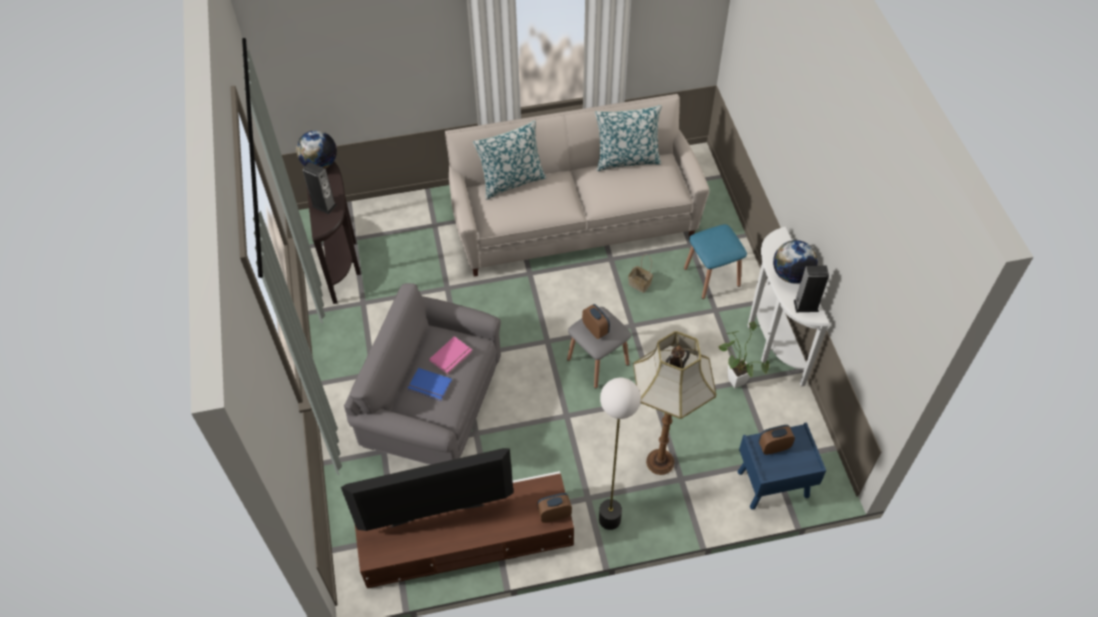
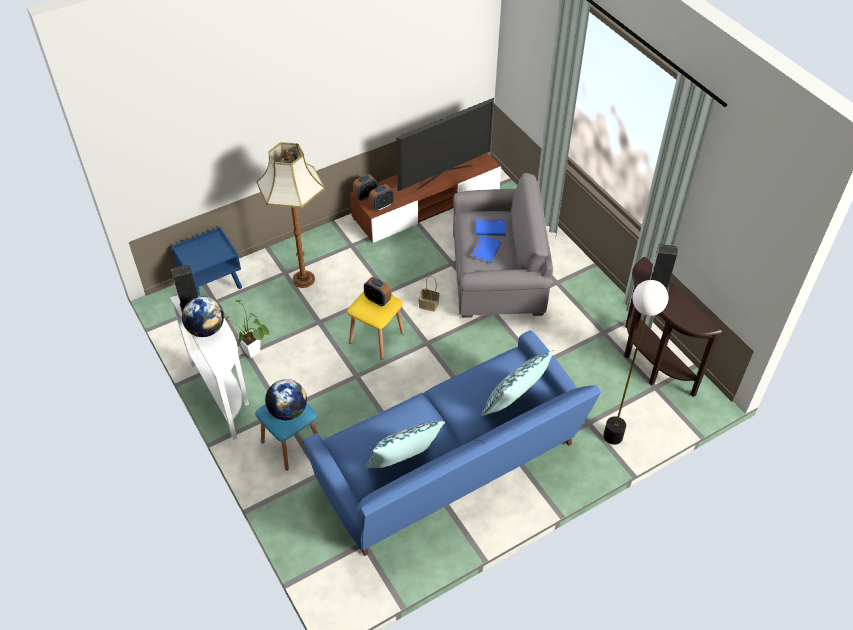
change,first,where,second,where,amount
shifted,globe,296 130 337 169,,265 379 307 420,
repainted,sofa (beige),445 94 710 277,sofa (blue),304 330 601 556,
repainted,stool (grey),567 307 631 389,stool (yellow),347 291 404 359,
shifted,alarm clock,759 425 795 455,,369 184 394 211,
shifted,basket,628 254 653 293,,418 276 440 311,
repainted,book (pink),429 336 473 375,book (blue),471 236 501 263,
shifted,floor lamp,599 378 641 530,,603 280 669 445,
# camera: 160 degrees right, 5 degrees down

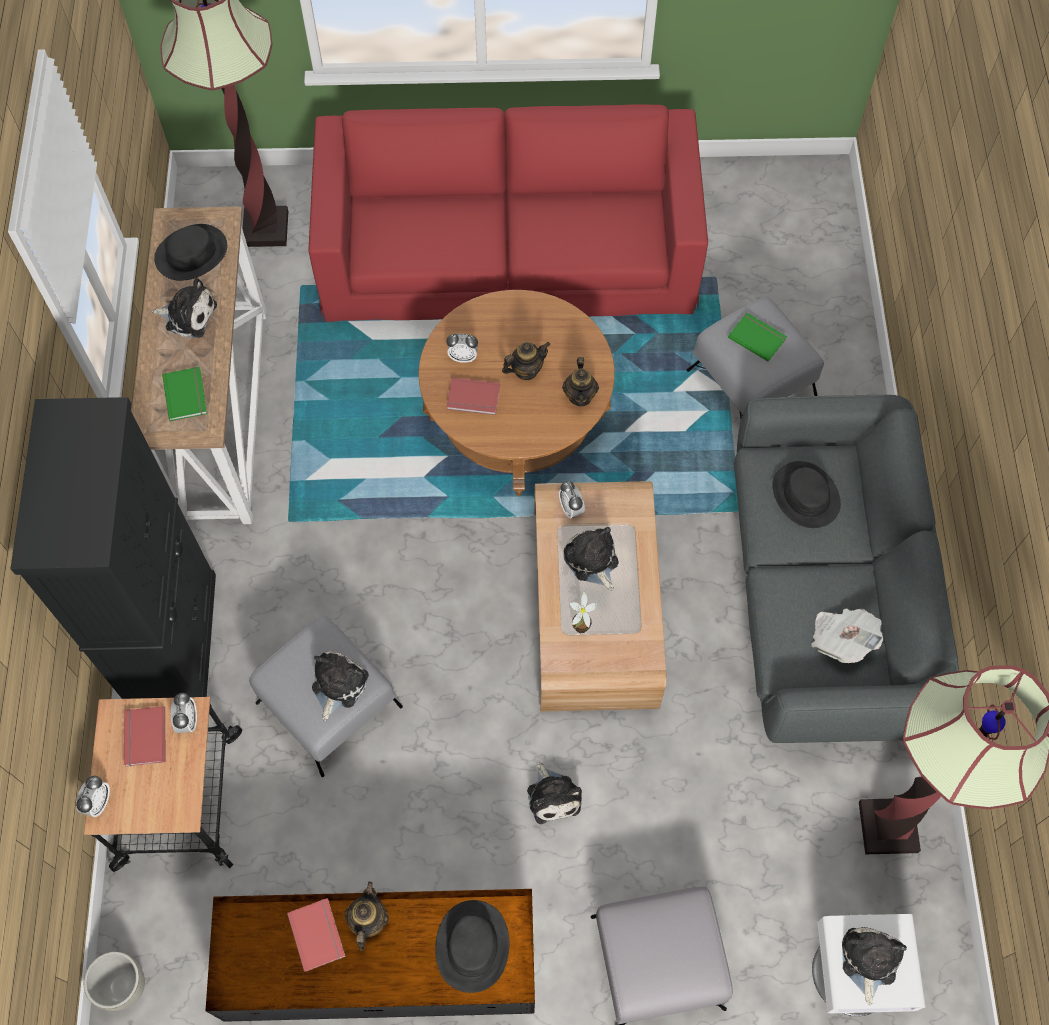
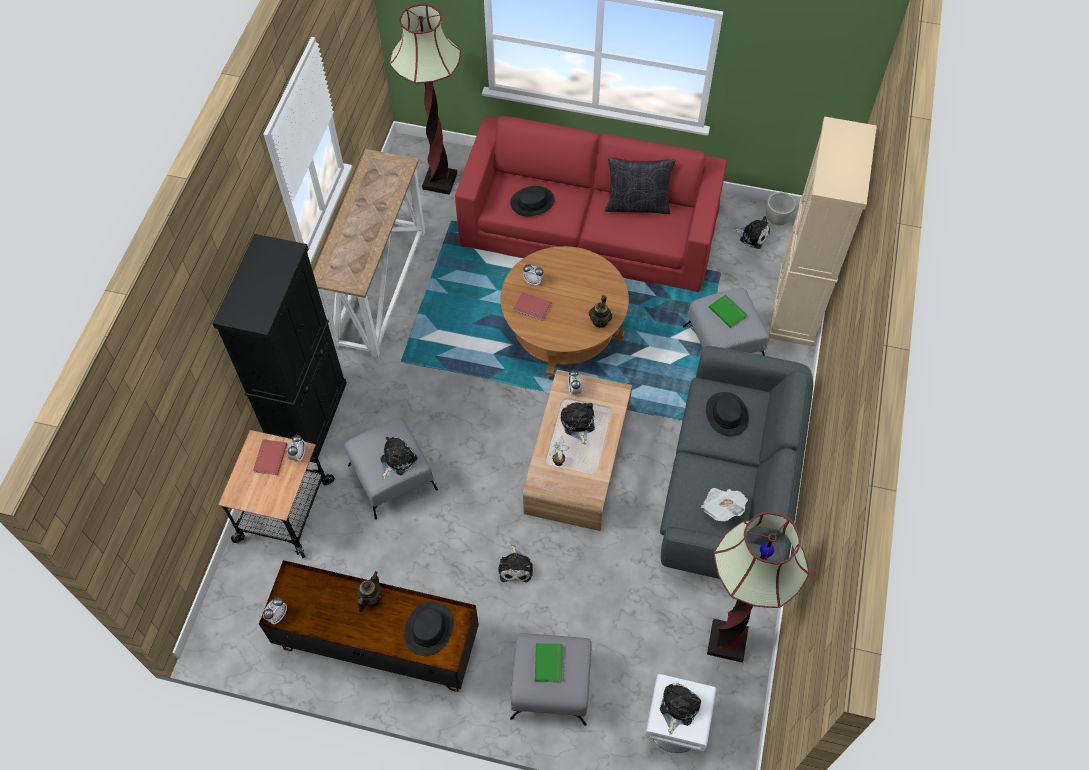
change,first,where,second,where,amount
shifted,alarm clock,76 776 110 817,,263 597 287 624,
shifted,hat (black),154 224 227 281,,510 186 555 216,
shifted,book (green),162 367 207 421,,535 643 563 682,
new,,,pillow (black),605 157 676 214,
shifted,plush toy,152 278 217 338,,733 216 770 249,
shifted,planter (grey),84 951 145 1011,,766 192 796 225,
new,,,cabinet (beige),769 116 877 347,
gone,book (red),287 898 346 972,,,
gone,teapot,502 342 550 380,,,
# camera: 15 degrees right, 5 degrees down

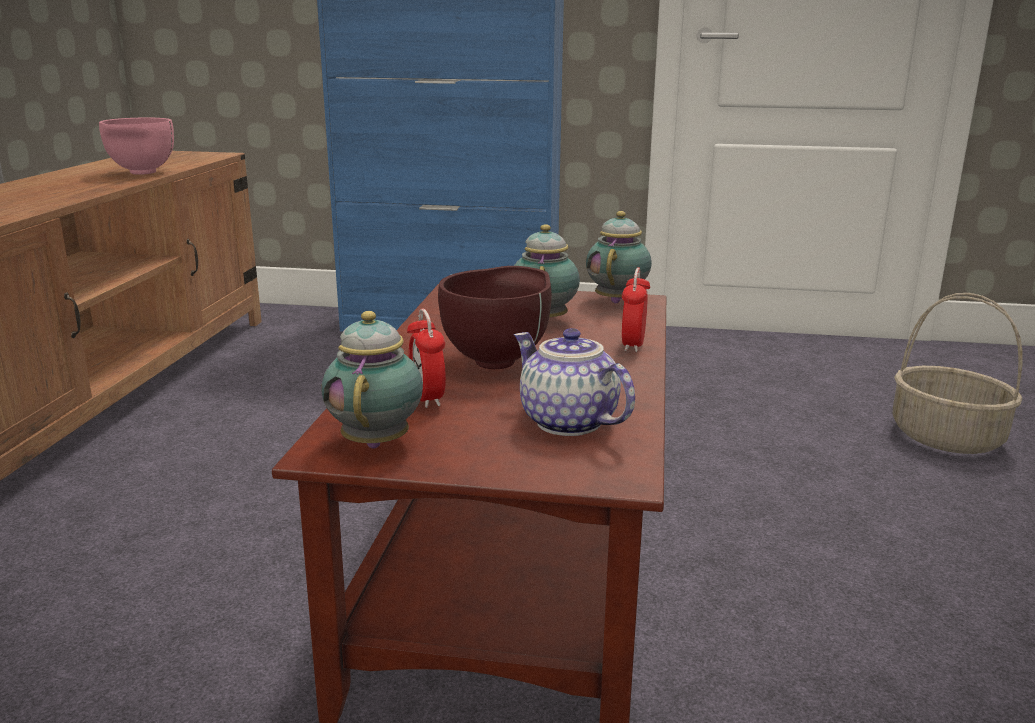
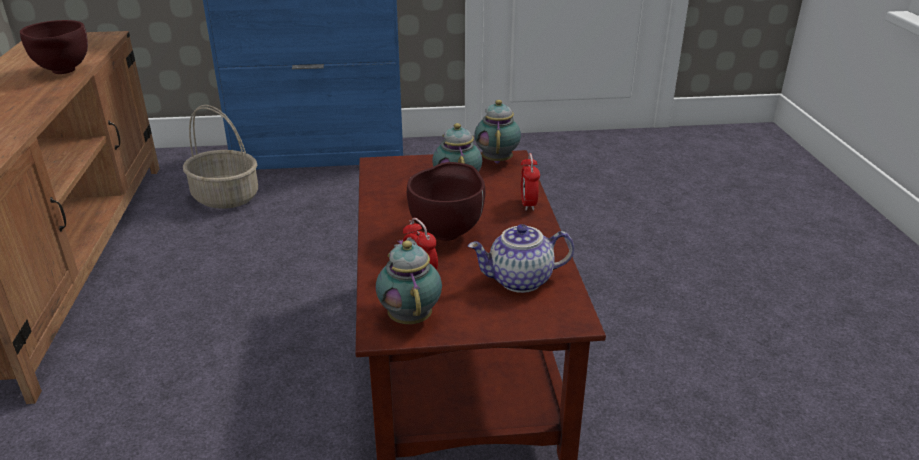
change,first,where,second,where,amount
repainted,bowl (pink),99 118 174 175,bowl (brown),20 20 88 74,
shifted,basket,892 293 1023 454,,183 105 258 209,
rotated,teapot,514 328 635 436,,468 224 574 293,45 degrees counterclockwise
# camera: 15 degrees left, 10 degrees up

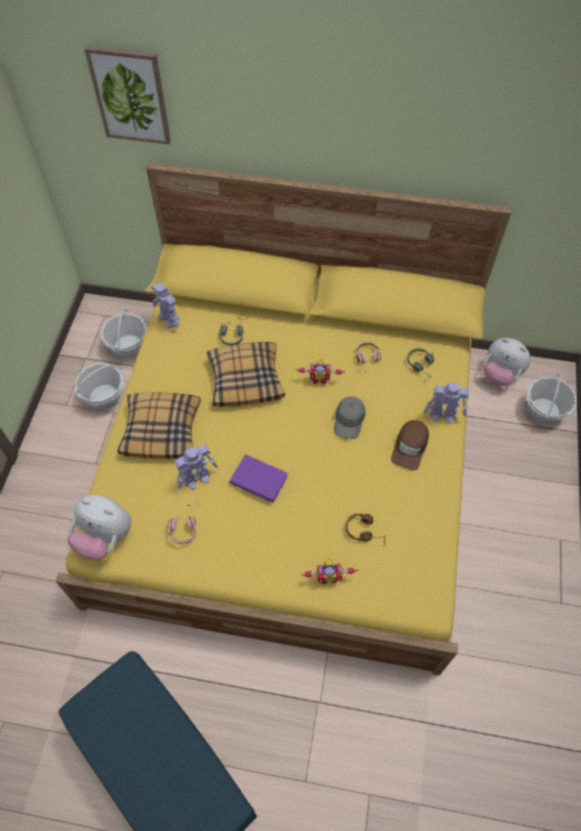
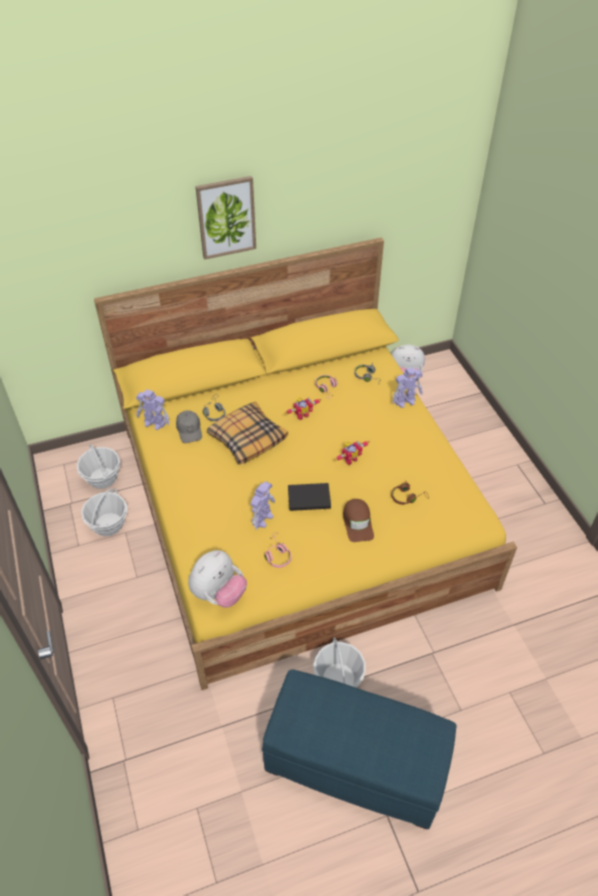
change,first,where,second,where,amount
shifted,cap (grey),334 396 365 439,,176 410 202 443,
rotated,plush toy,67 495 131 561,,188 550 247 608,45 degrees counterclockwise
shifted,picture,84 46 171 145,,195 176 256 260,
repainted,book (purple),230 454 288 503,book (black),288 483 331 511,
shifted,basket,527 374 577 424,,314 637 366 687,
shifted,toy robot,301 557 358 584,,335 441 370 465,
shifted,cap (brown),391 420 429 471,,343 499 374 542,
gone,pillow,117 393 201 459,,,
# camera: 30 degrees left, 10 degrees down

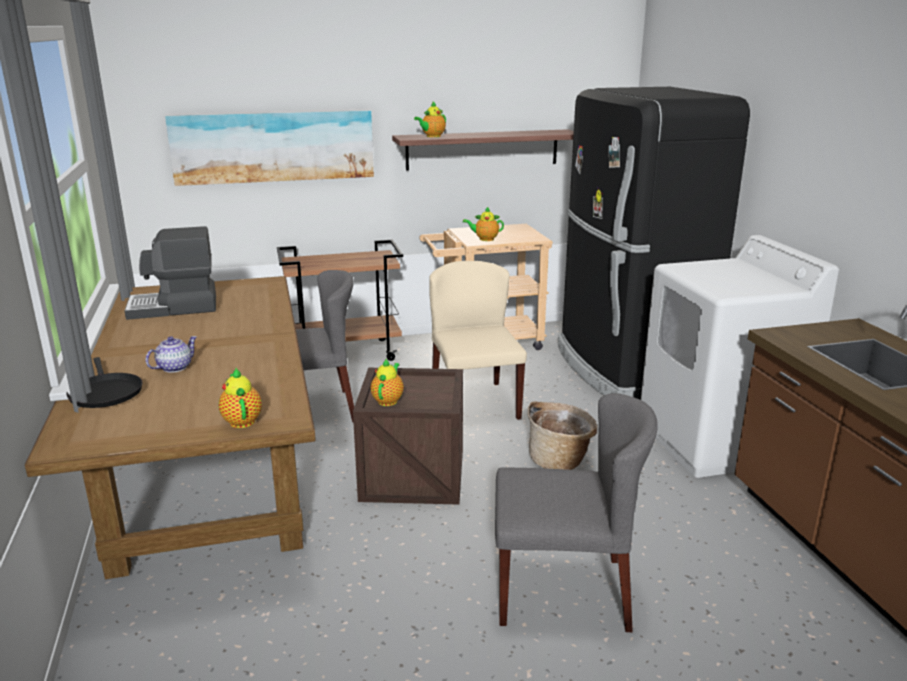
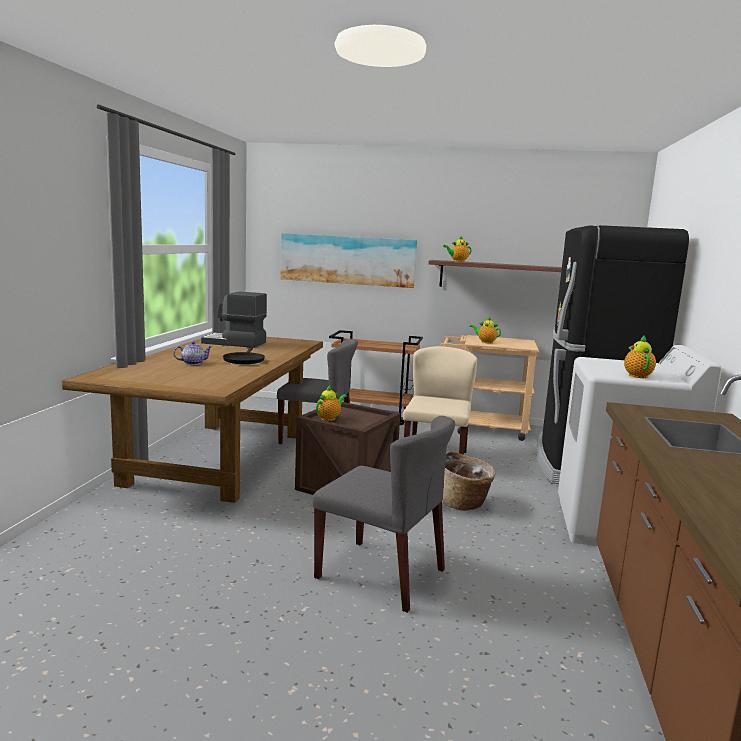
change,first,where,second,where,amount
shifted,frying pan (black),66 357 142 408,,223 347 265 364,
shifted,teapot,219 368 262 428,,624 336 656 378,
# camera: 25 degrees right, 10 degrees down

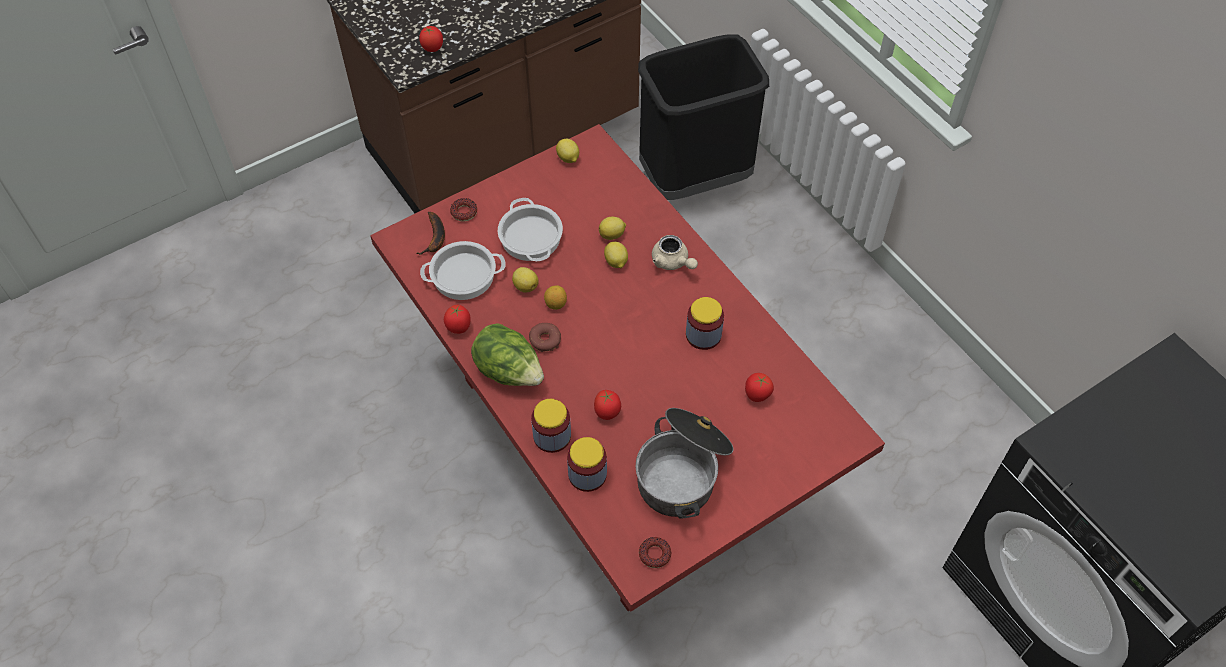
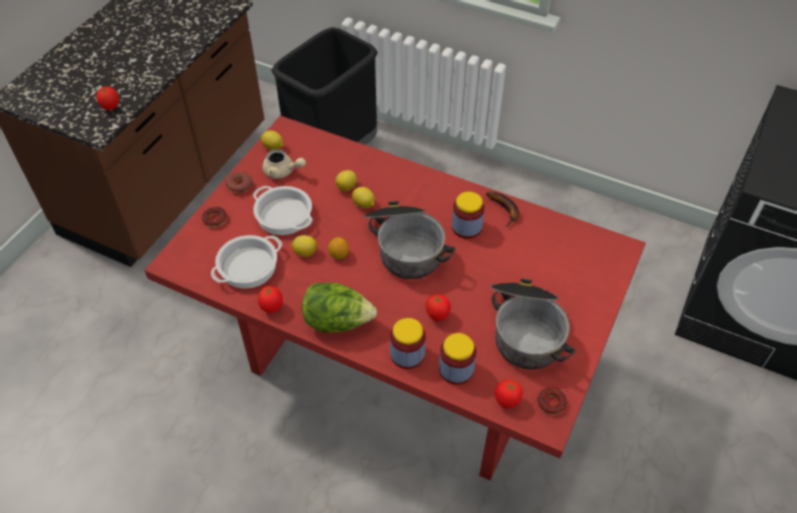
change,first,where,second,where,amount
shifted,donut,529 323 561 352,,225 172 253 193,
shifted,teapot (beige),652 235 698 270,,262 149 306 179,
new,,,cooking pot,363 201 455 279,
shifted,banana,417 212 445 255,,486 192 519 227,
shifted,tomato,745 373 774 402,,495 380 523 409,
# camera: 30 degrees left, 5 degrees down

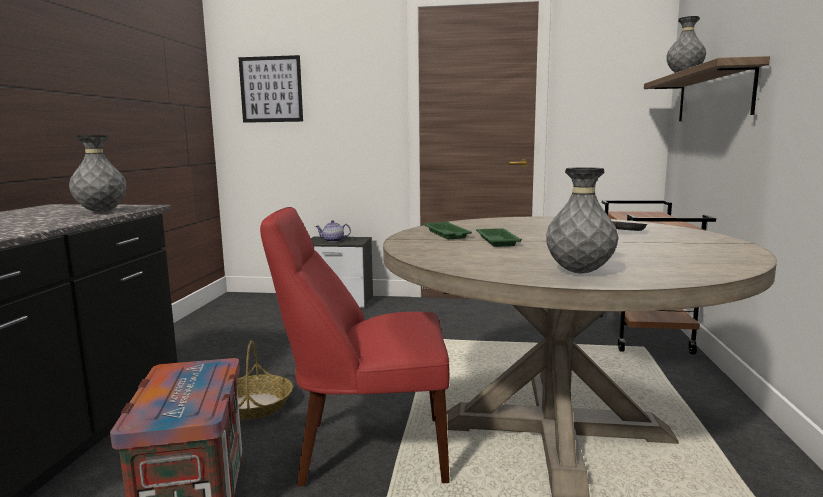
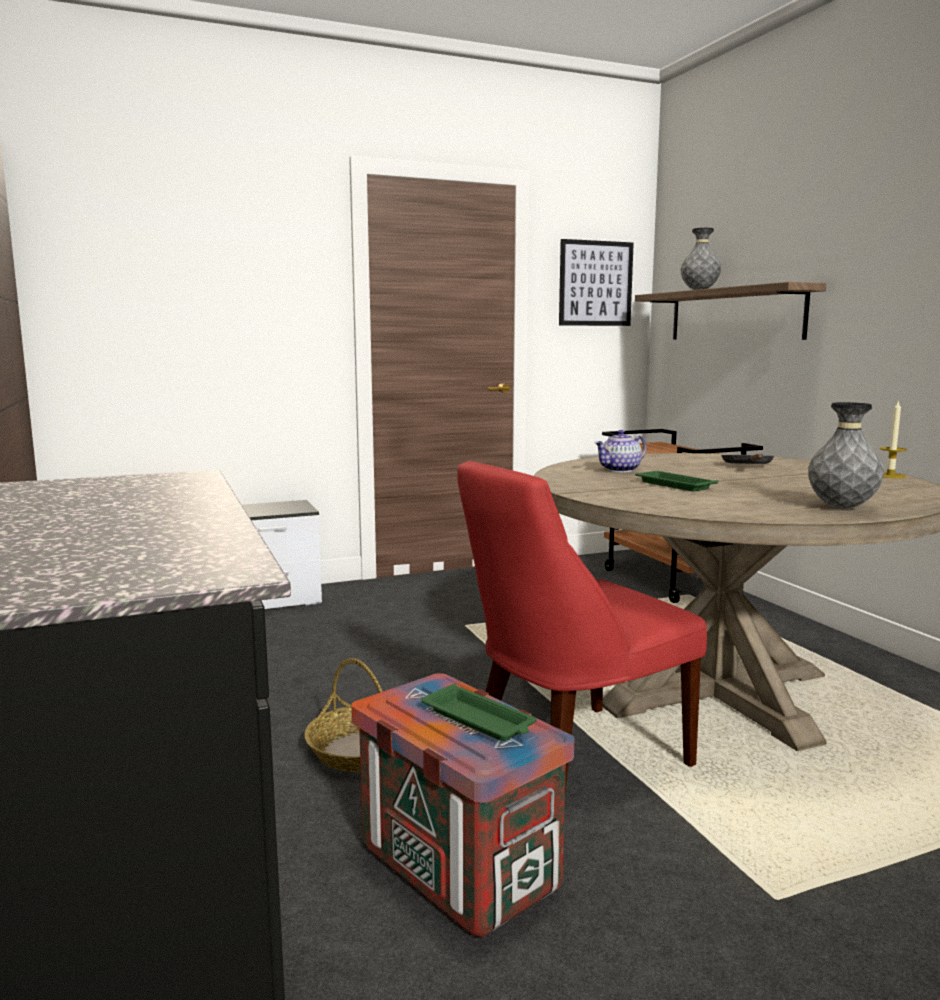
change,first,where,second,where,amount
shifted,tray (green),424 222 472 239,,422 684 537 741,
shifted,picture,238 55 303 123,,559 239 634 326,
shifted,teapot,315 220 351 242,,595 430 647 472,
new,,,candle,880 400 907 478,
gone,vase (grey),69 135 127 212,,,
# camera: 30 degrees left, 0 degrees up

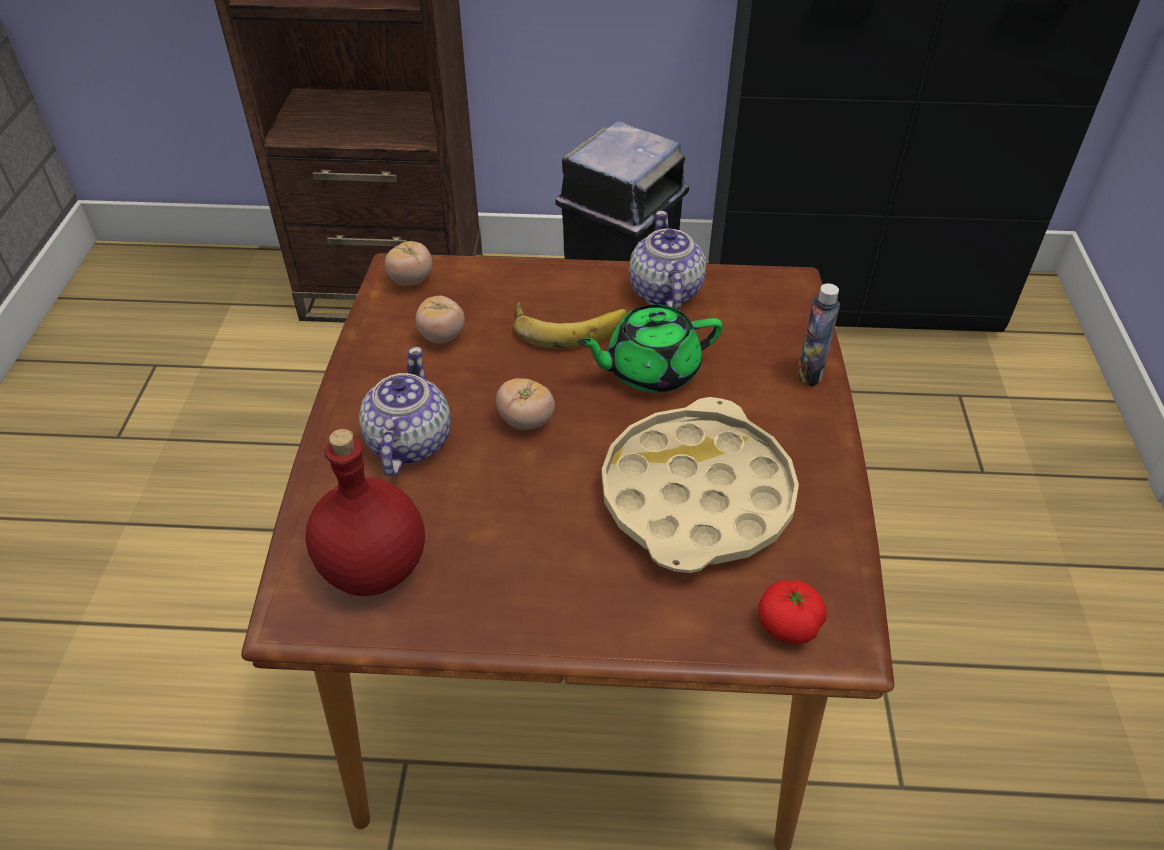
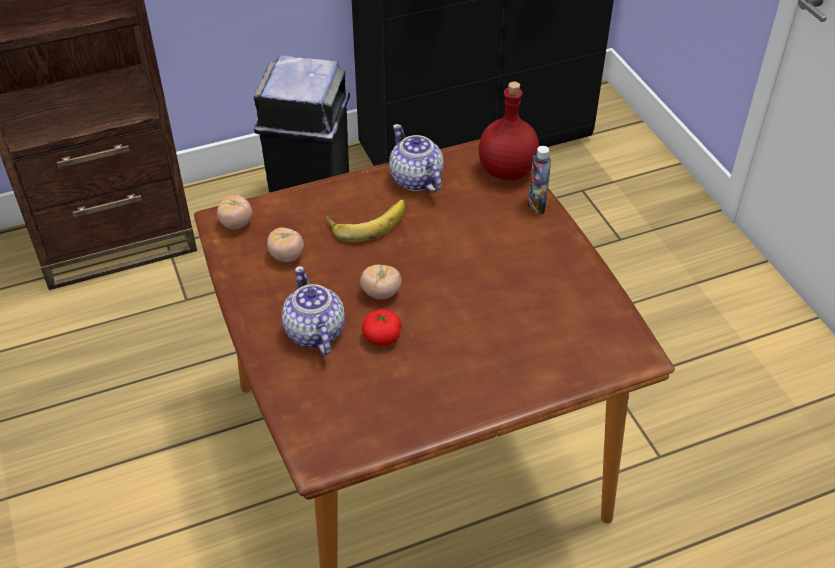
change,first,where,second,where,amount
shifted,tomato,758 580 826 644,,362 309 402 346,
shifted,bottle (red),306 429 425 596,,478 81 539 180,
gone,teapot (green),577 304 723 393,,,
gone,tray (beige),602 397 799 573,,,
# camera: 25 degrees left, 0 degrees up

